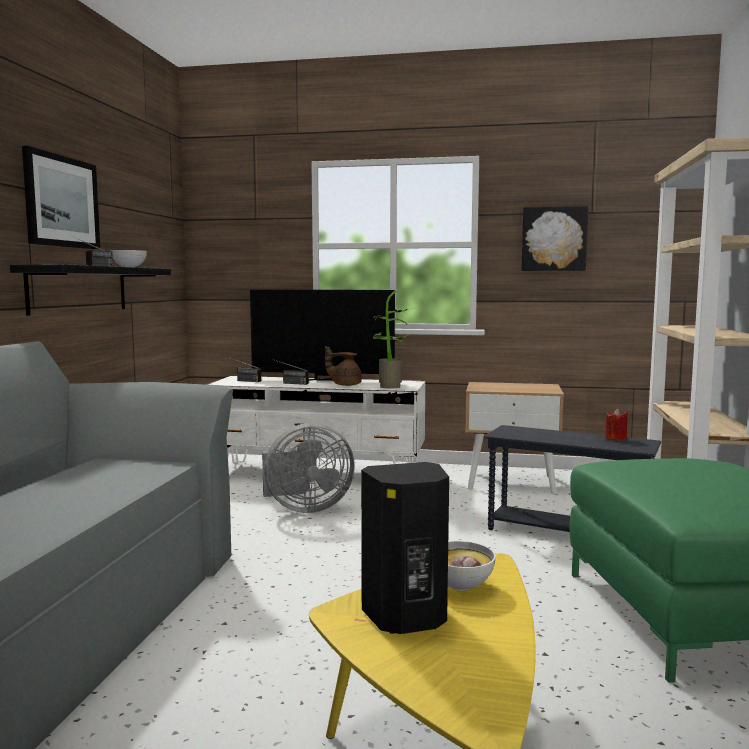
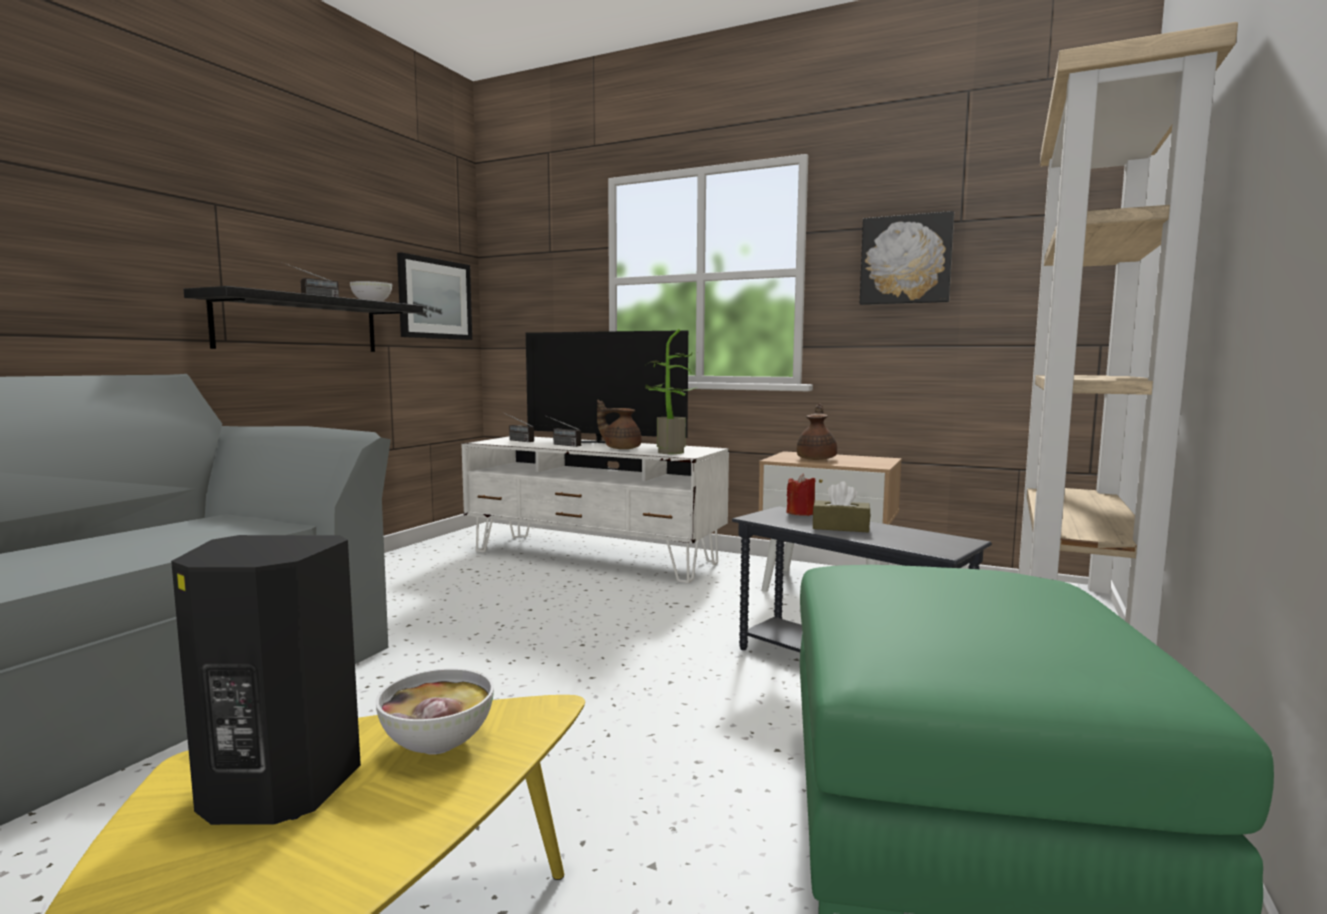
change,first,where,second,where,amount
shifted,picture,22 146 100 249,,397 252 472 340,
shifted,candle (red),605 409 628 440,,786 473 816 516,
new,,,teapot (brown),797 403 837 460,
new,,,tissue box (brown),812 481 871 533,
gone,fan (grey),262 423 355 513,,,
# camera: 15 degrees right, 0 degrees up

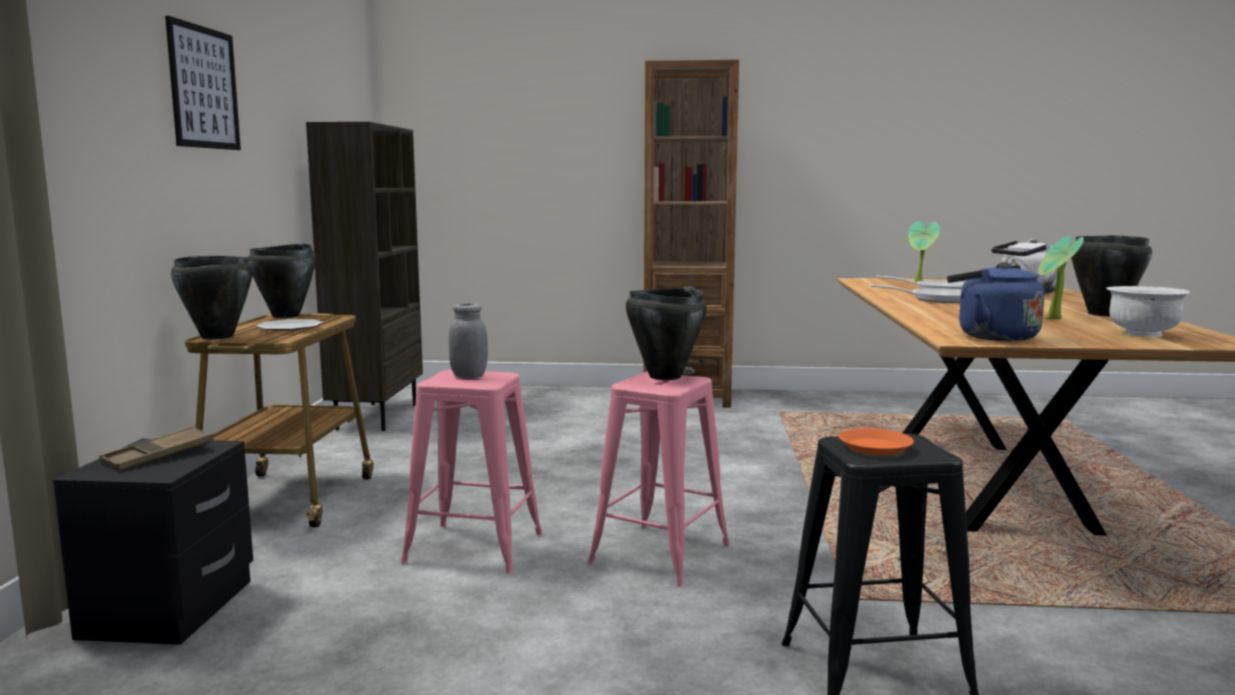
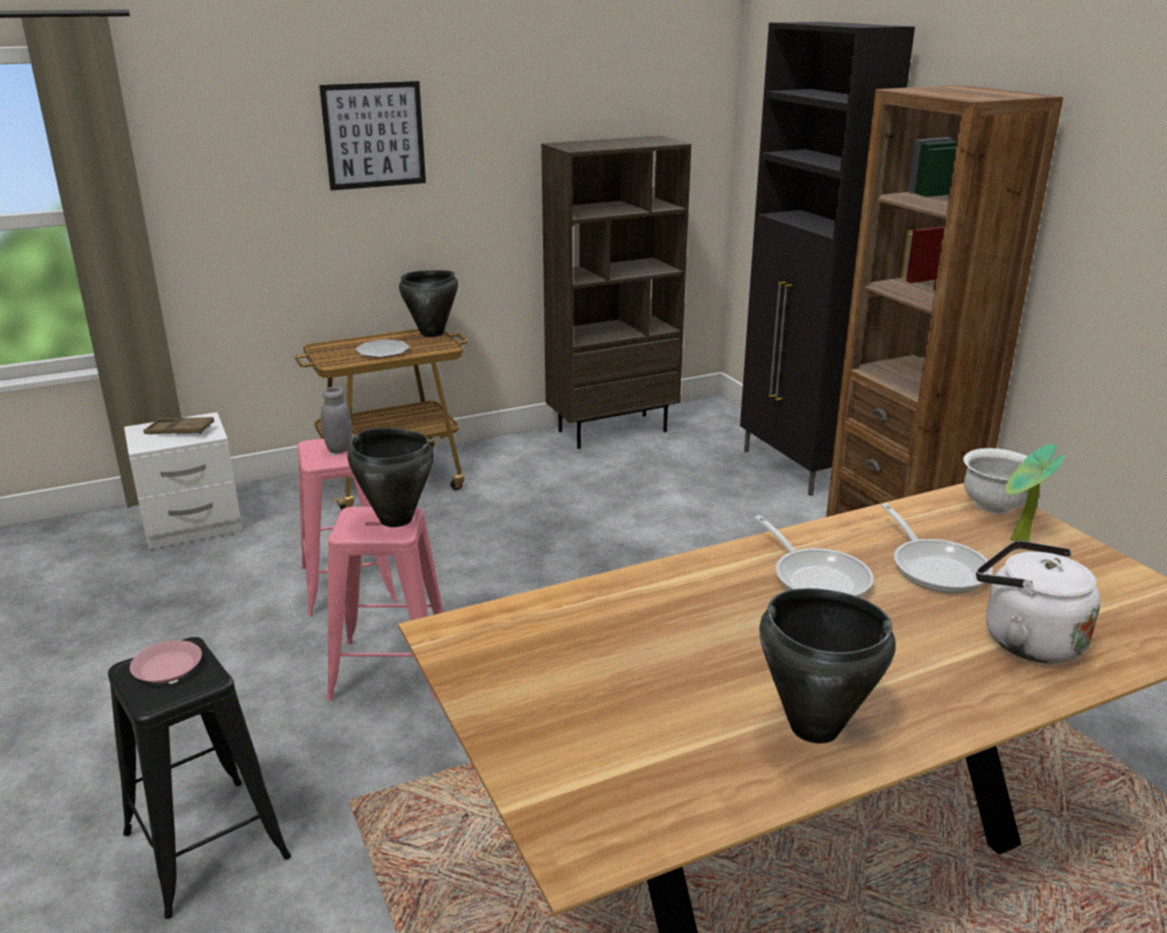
change,first,where,second,where,amount
repainted,nightstand (black),53 439 253 645,nightstand (white),124 412 242 550,
repainted,plate (orange),839 428 914 455,plate (pink),130 640 202 683,
new,,,cabinet (black),740 22 915 496,
shifted,bowl (white),1106 286 1190 337,,963 448 1028 514,
gone,cooking pot (black),171 256 253 340,,,
gone,kettle (blue),947 262 1045 341,,,
gone,potted plant,1038 236 1084 319,,,
# camera: 60 degrees right, 15 degrees up

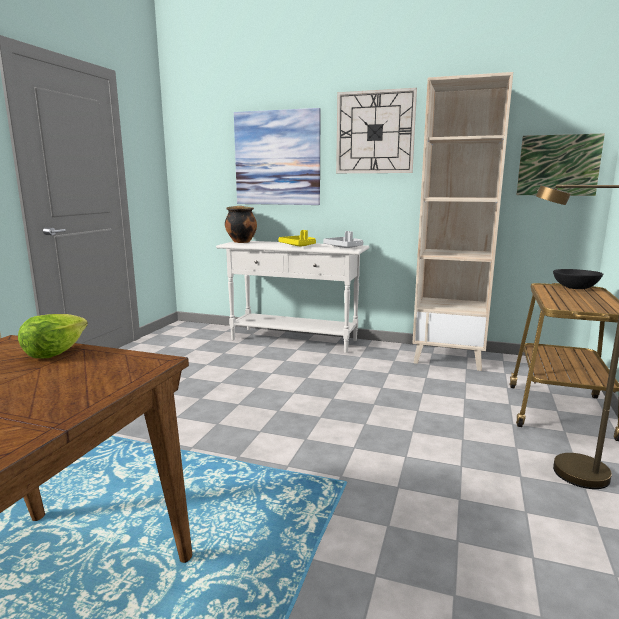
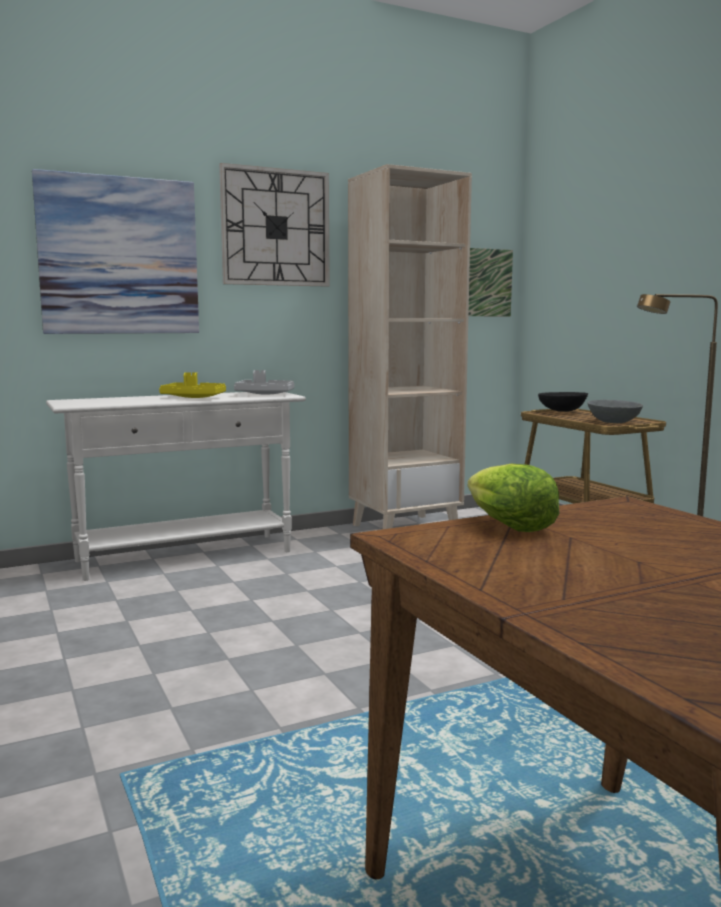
change,first,where,second,where,amount
new,,,bowl (grey),587 400 643 423,
gone,cooking pot,225 206 257 243,,,
# camera: 45 degrees left, 5 degrees down

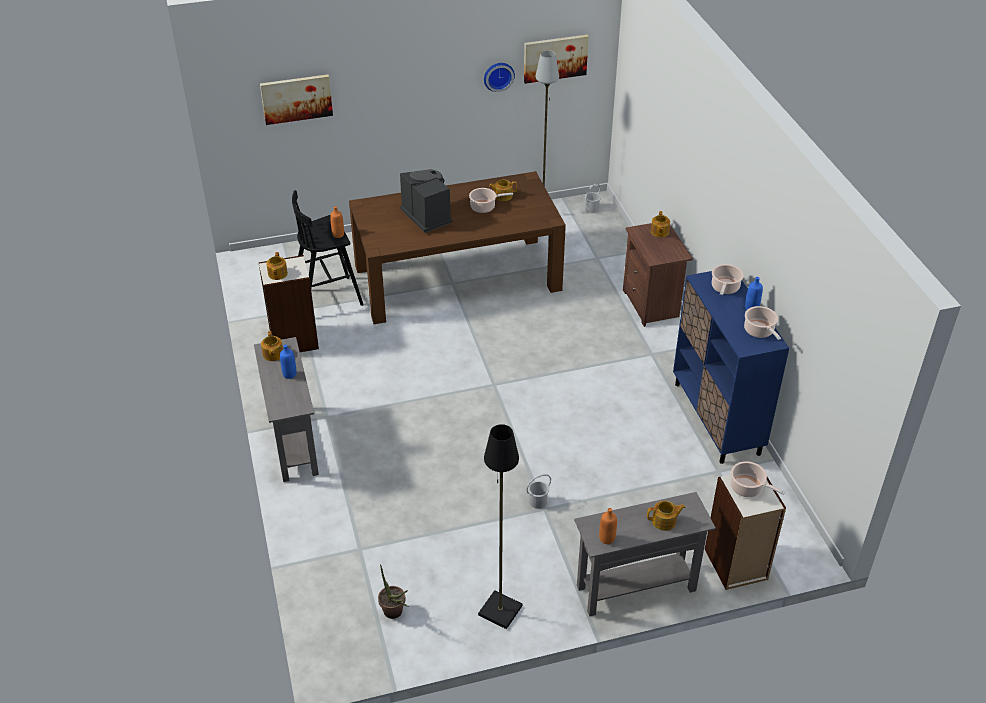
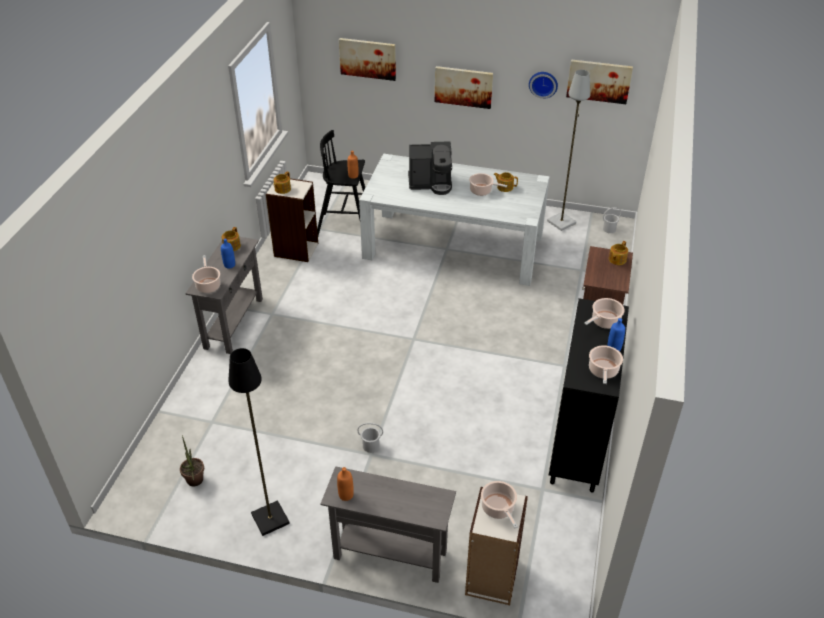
change,first,where,second,where,amount
new,,,cooking pot,192 255 221 293,
repainted,dining table (brown),349 171 566 324,dining table (white),359 154 550 286,
rotated,coffee machine,400 169 453 233,,408 141 452 195,90 degrees clockwise
new,,,picture,435 66 493 109,
repainted,cabinet (blue),673 271 789 464,cabinet (black),549 298 629 492,
gone,teapot,647 501 686 531,,,
# camera: 30 degrees right, 0 degrees up

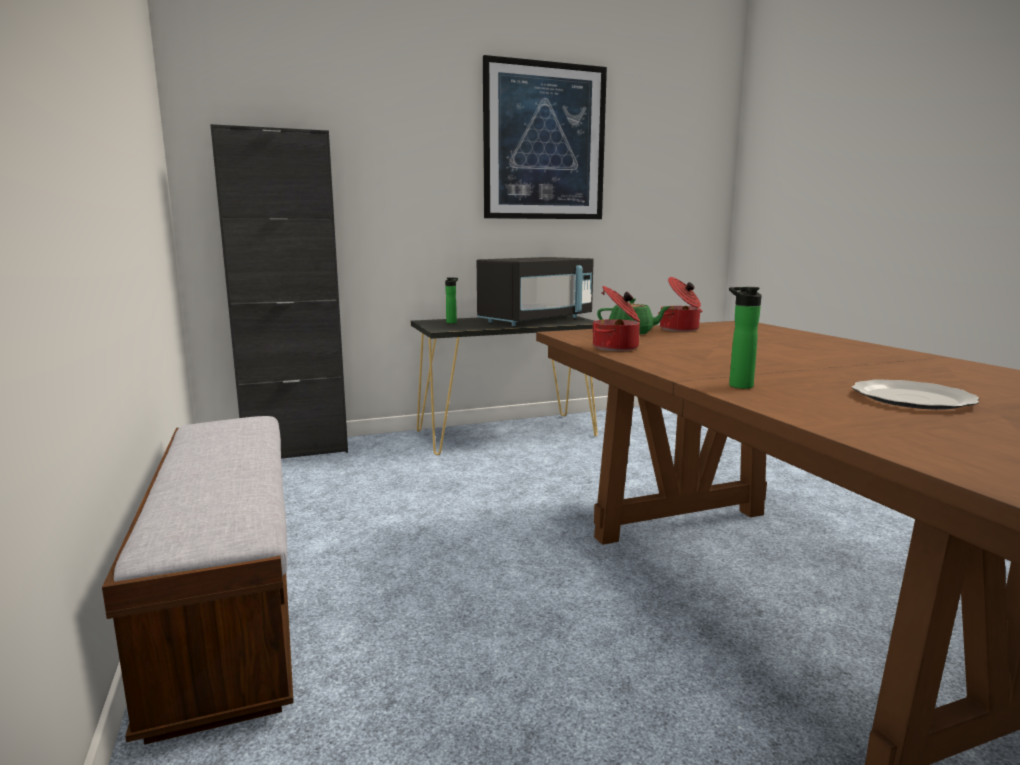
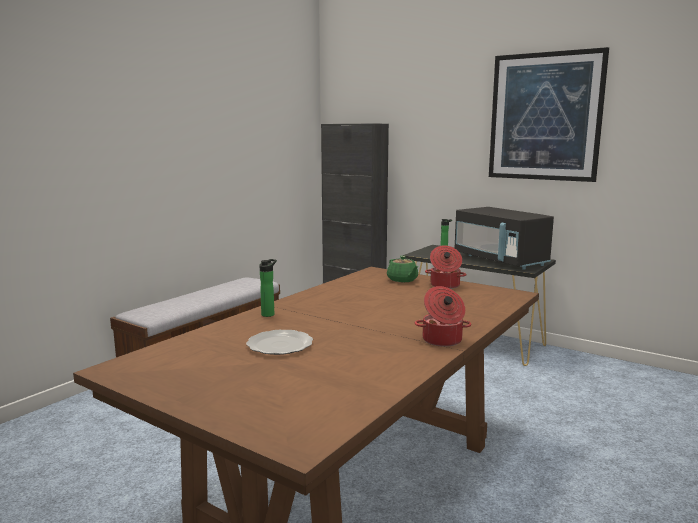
change,first,where,second,where,amount
shifted,cooking pot,592 286 640 351,,415 286 472 347,
rotated,microwave (black),477 257 594 326,,455 207 554 270,45 degrees clockwise
# camera: 55 degrees right, 0 degrees up

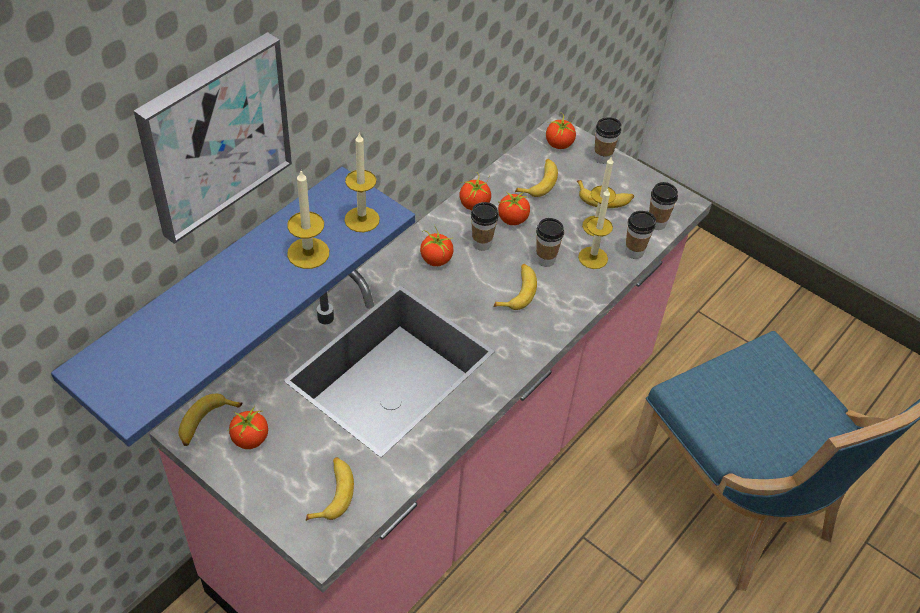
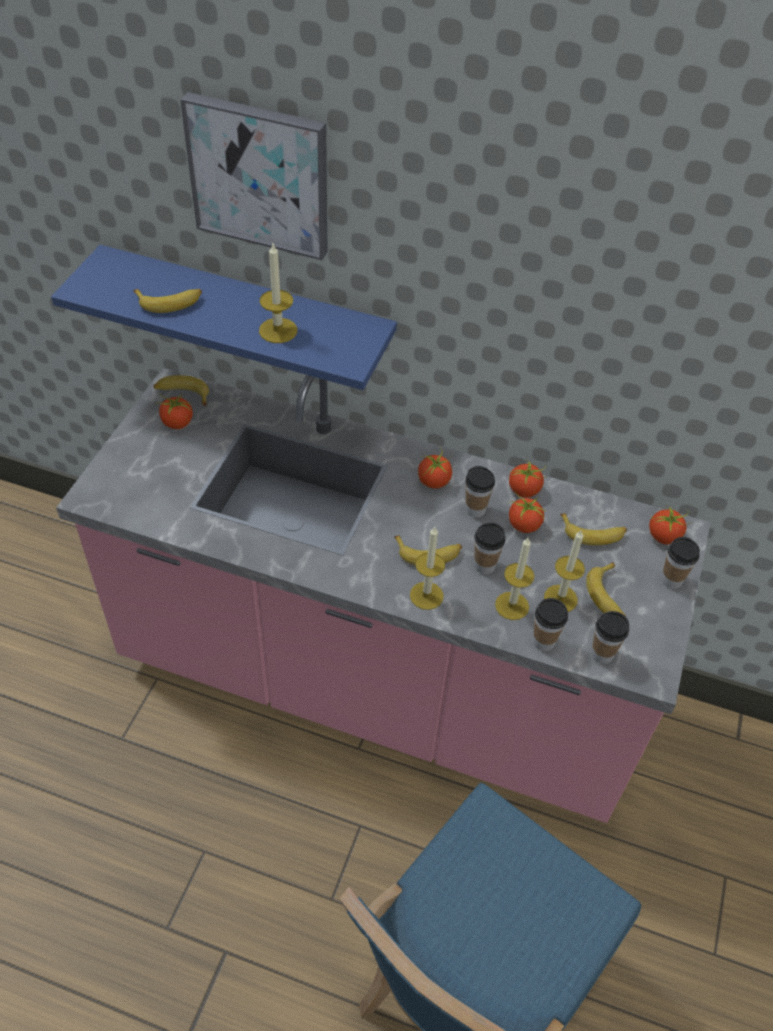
change,first,where,second,where,amount
shifted,banana,306 457 354 521,,133 289 202 313,
shifted,candle,344 132 380 232,,410 527 445 610,
# camera: 70 degrees right, 0 degrees up

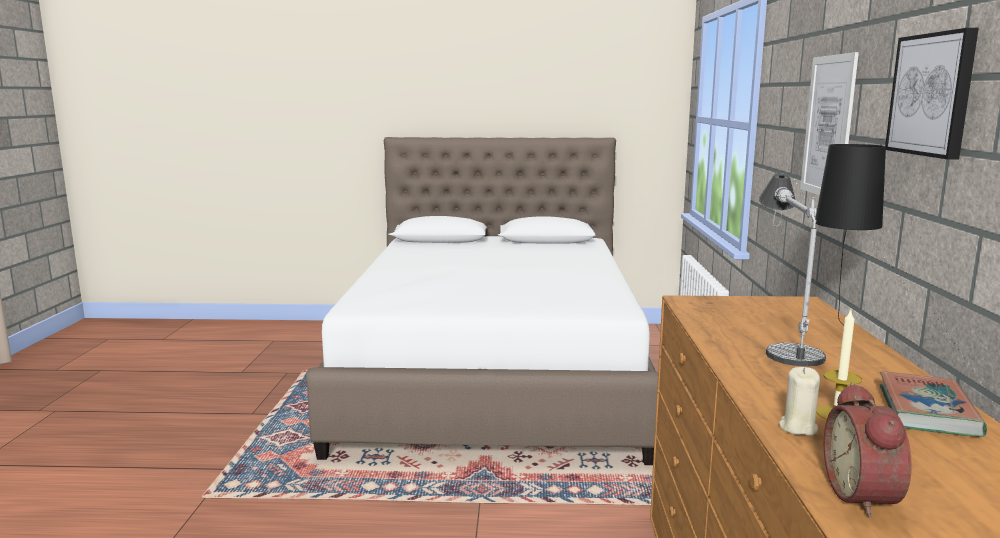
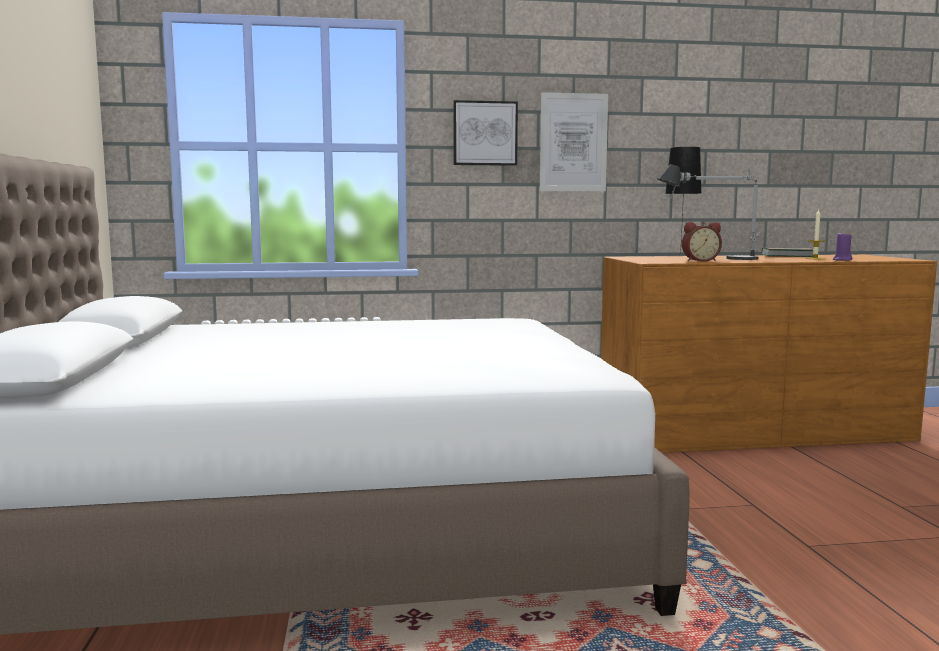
change,first,where,second,where,amount
shifted,picture,885 28 979 160,,453 100 518 166,
shifted,alarm clock,824 383 912 518,,682 222 722 262,
repainted,candle (beige),779 367 820 436,candle (purple),833 232 852 261,
# camera: 100 degrees left, 5 degrees down

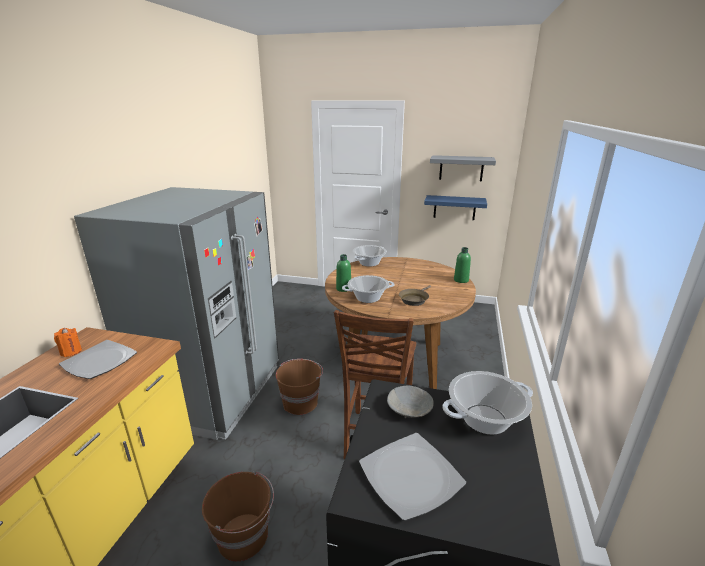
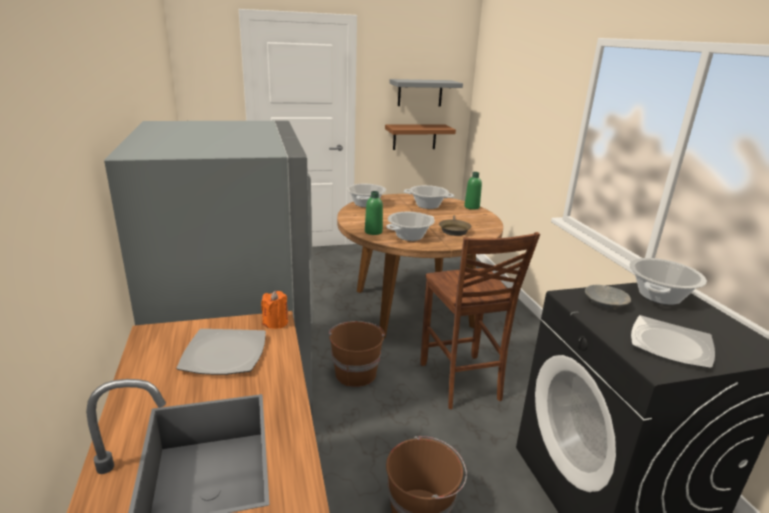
change,first,where,second,where,amount
shifted,candle (orange),54 328 82 357,,261 291 288 329,
repainted,shelf (blue),424 195 487 220,shelf (brown),385 124 456 150,
new,,,cooking pot,404 185 455 209,
# camera: 30 degrees left, 0 degrees up

